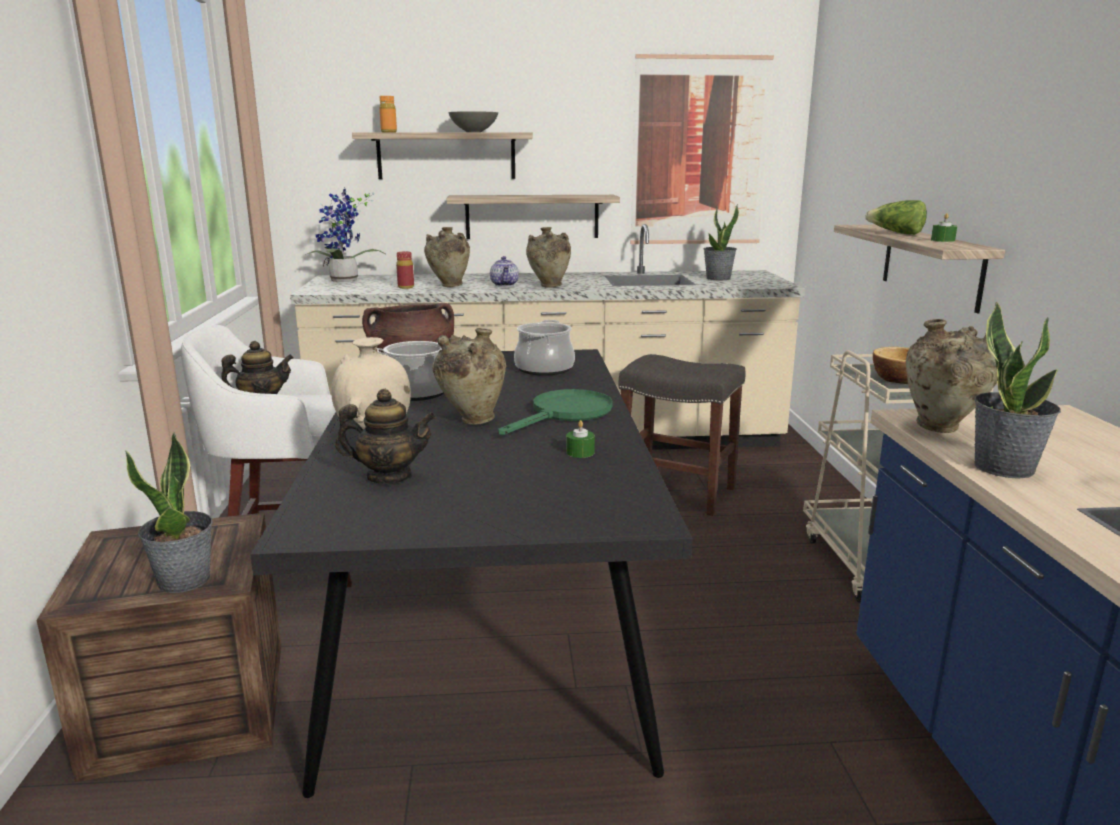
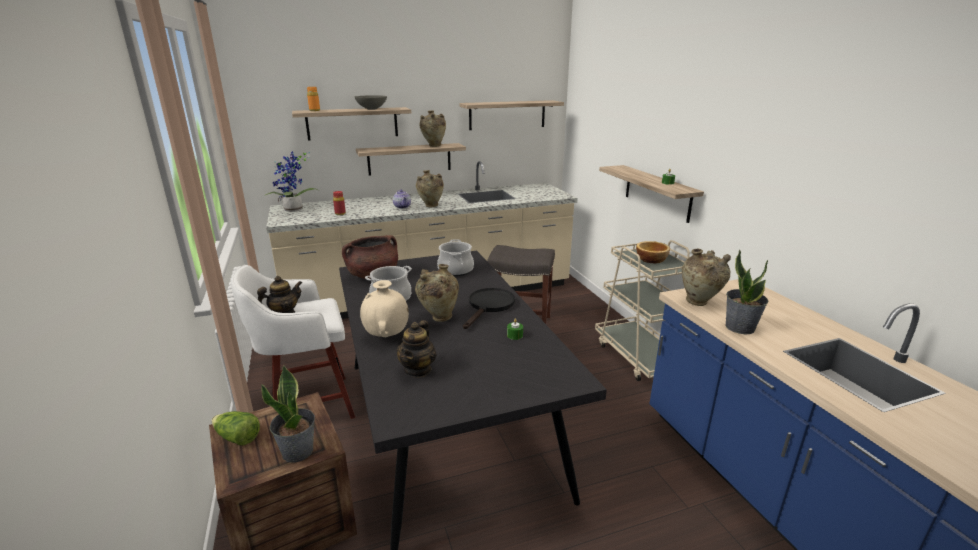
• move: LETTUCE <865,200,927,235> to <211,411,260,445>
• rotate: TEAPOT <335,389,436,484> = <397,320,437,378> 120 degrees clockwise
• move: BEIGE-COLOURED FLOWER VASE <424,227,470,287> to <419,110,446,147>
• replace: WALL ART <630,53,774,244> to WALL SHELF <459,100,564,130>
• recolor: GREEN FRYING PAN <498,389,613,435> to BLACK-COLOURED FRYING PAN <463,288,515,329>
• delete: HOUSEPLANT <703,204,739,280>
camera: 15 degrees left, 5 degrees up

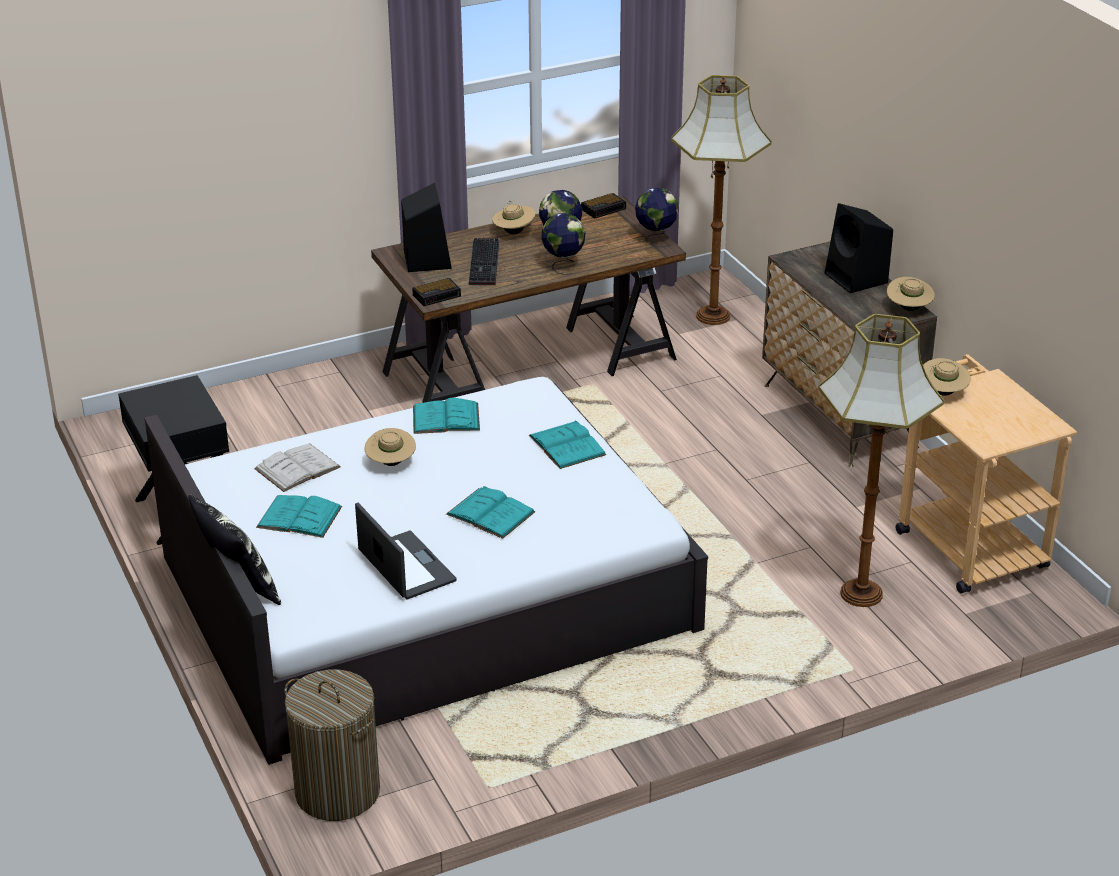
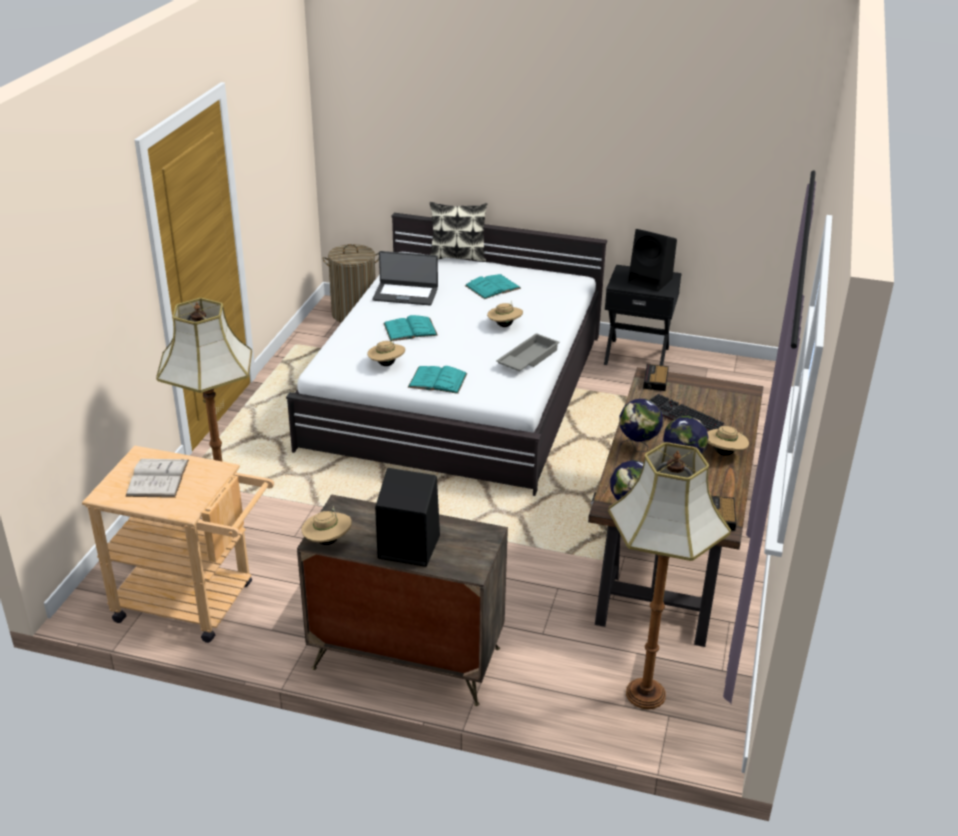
• move: WHITE VOLUME <254,444,341,492> to <125,459,189,498>
• move: BEIGE-COLOURED CLOTHING HAT <923,358,971,396> to <367,338,405,366>
• replace: TURQUOISE VOLUME <413,398,480,434> to GREYISH SERVING TRAY <496,333,560,372>
• move: BLACK-COLOURED AUDIO SPEAKER <401,183,452,272> to <628,229,677,291>
camera: 130 degrees right, 0 degrees up

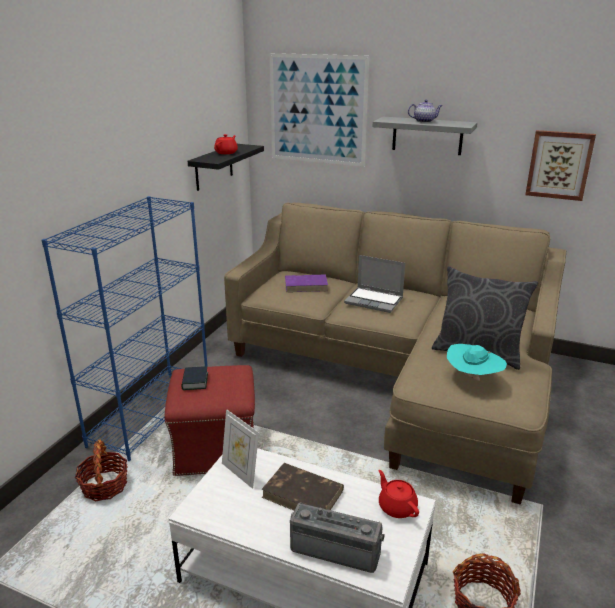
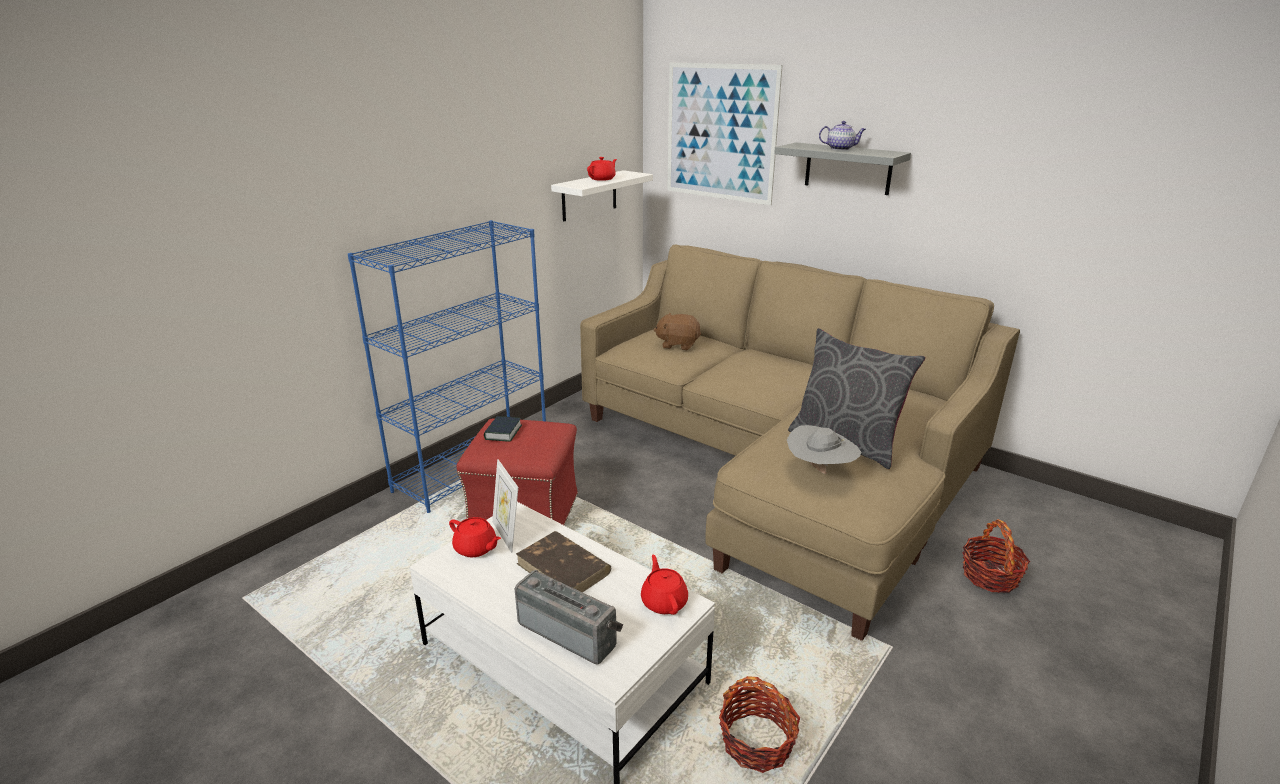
• insert: REDDISH TEAPOT <449,517,501,557>
• recolor: BLACK-COLOURED WALL SHELF <188,144,264,191> to WHITE WALL SHELF <551,170,653,221>
• replace: PURPLISH VOLUME <285,275,328,292> to BROWN-COLOURED CUDDLY TOY <654,313,701,350>
• recolor: TURQUOISE CLOTHING HAT <447,344,507,381> to GREYISH CLOTHING HAT <787,425,862,474>
• move: STORAGE BASKET <75,439,128,501> to <963,519,1030,593>
• delete: LAPTOP <344,255,405,313>
• delete: WALL ART <525,130,596,201>
camera: 15 degrees right, 0 degrees up

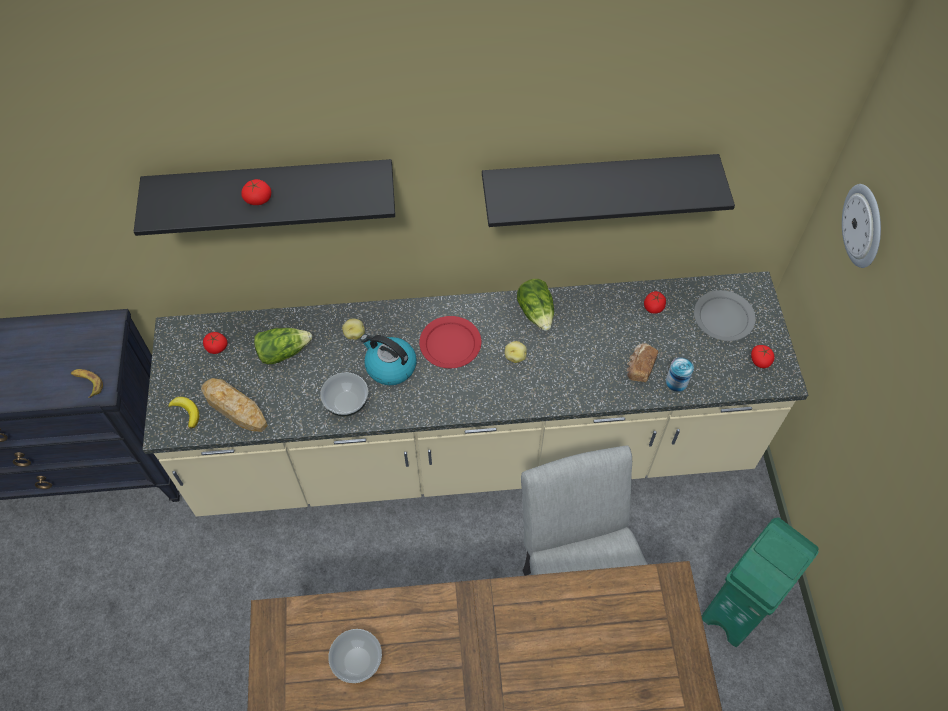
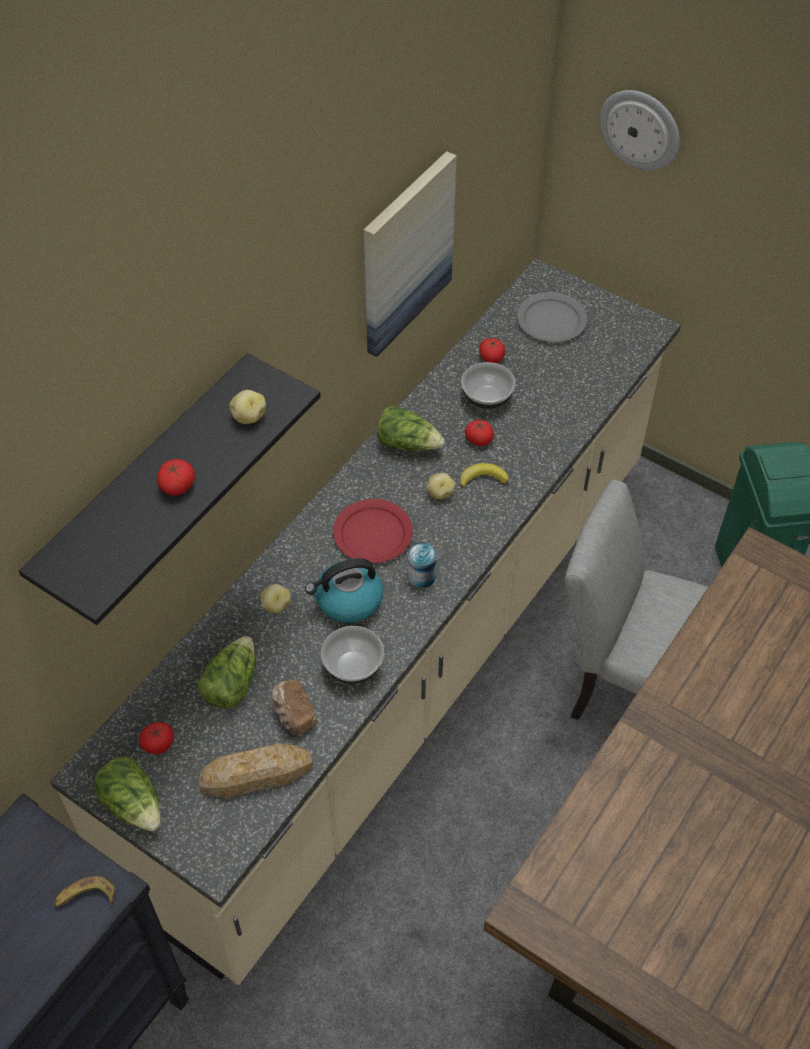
• insert: LETTUCE <94,756,161,831>
• insert: WHOLE POTATO <229,390,266,424>
• move: BREAD <626,343,658,382> to <271,679,317,735>
• replace: BLACK-COLOURED WALL SHELF <482,154,735,227> to WALL ART <364,151,457,357>
• move: METAL CAN <666,357,694,392> to <408,542,437,588>
• move: BANANA <168,397,199,429> to <460,463,509,488>
• move: DEEP DISH <328,629,382,683> to <461,362,516,409>
• move: TOMATO <751,345,775,368> to <465,420,494,446>
camera: 50 degrees left, 5 degrees down

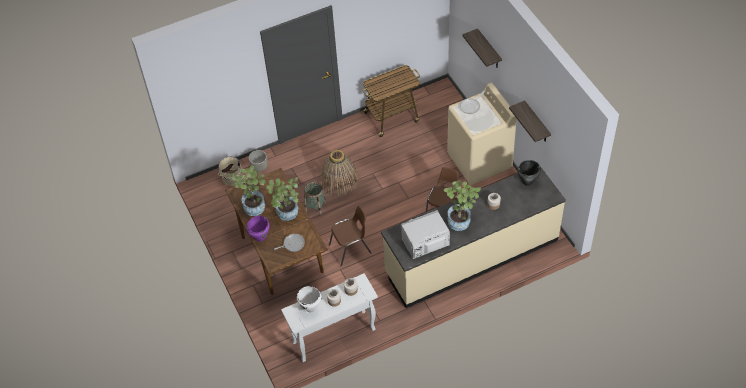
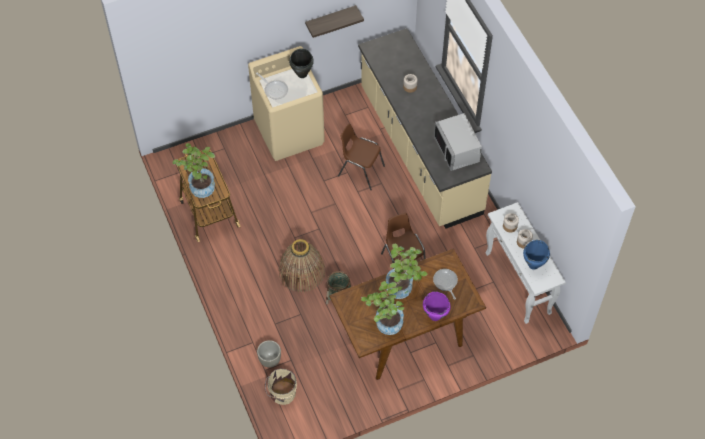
• move: HOUSEPLANT <444,180,481,231> to <173,143,215,198>
• move: BLACK-COLOURED SAUCEPOT <517,160,541,186> to <289,48,314,78>
• recolor: WHITE SAUCEPOT <297,286,321,313> to BLUE-COLOURED SAUCEPOT <523,240,550,270>
• delete: WALL SHELF <463,28,502,67>
camera: 90 degrees left, 5 degrees up

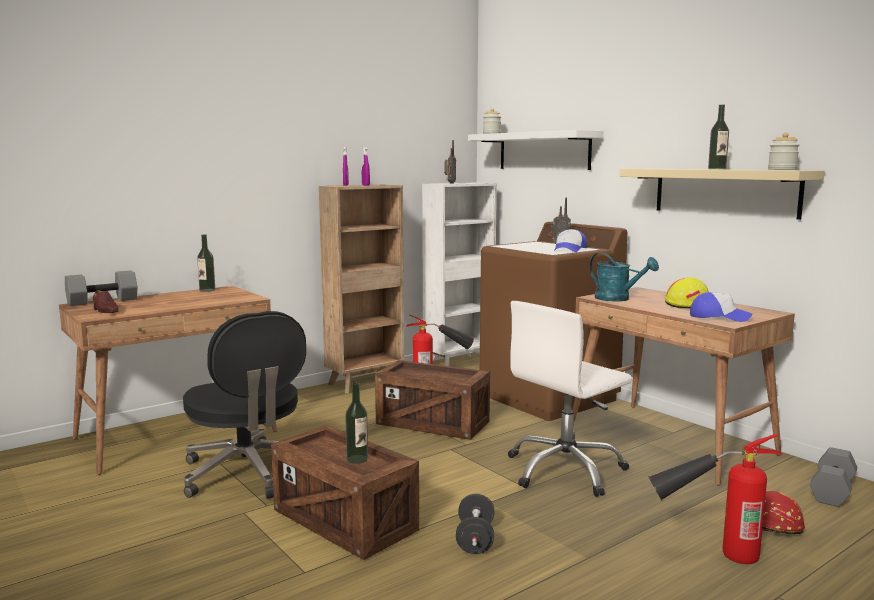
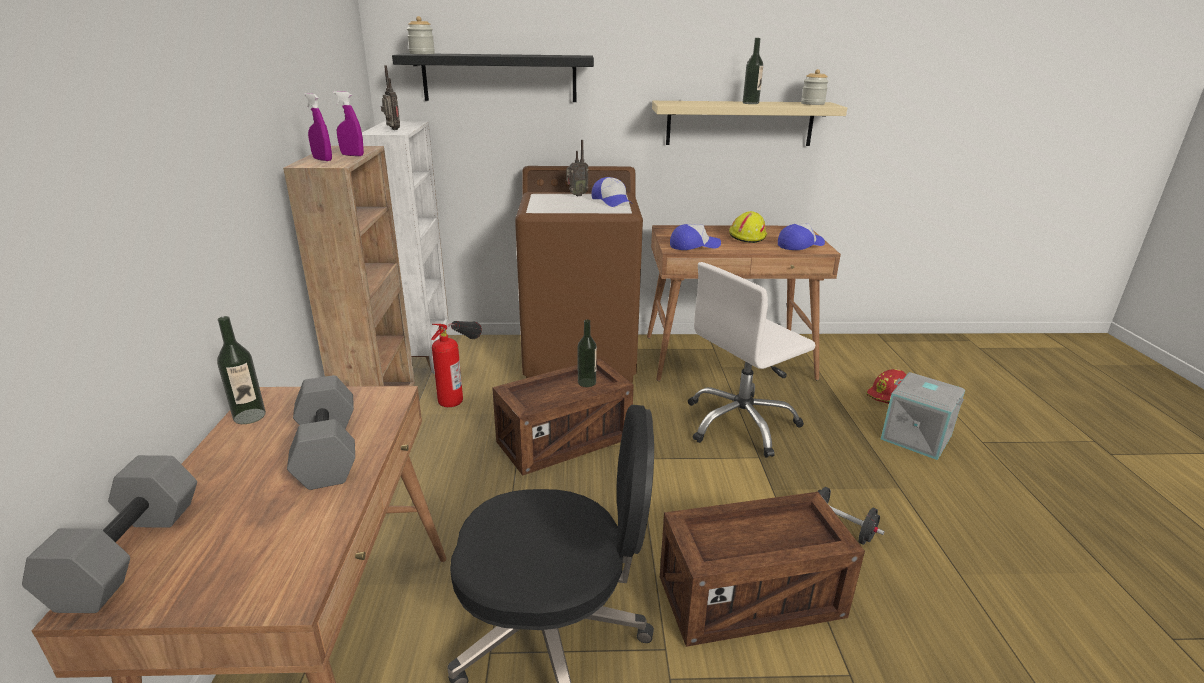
• move: GREYISH HAND WEIGHT <810,447,857,507> to <287,375,355,490>
• recolor: WHITE WALL SHELF <468,130,603,170> to BLACK-COLOURED WALL SHELF <392,53,594,102>
• move: DRINK BOTTLE <345,382,368,464> to <578,319,597,387>
• replace: TURQUOISE WATERING POT <589,253,659,301> to BASEBALL CAP <670,224,721,250>
• rotate: WHITE COMPUTER CHAIR <508,301,632,497> = <688,262,816,458> 60 degrees clockwise
• replace: EXTINGUISHER <648,434,782,564> to GREYISH STORAGE CONTAINER <881,372,965,460>
• delete: BROWN-COLOURED LOW SHOE <93,290,118,313>
camera: 55 degrees left, 15 degrees up

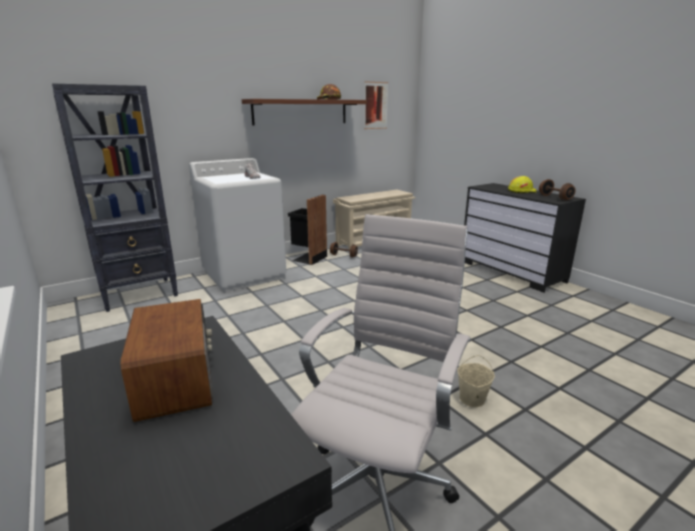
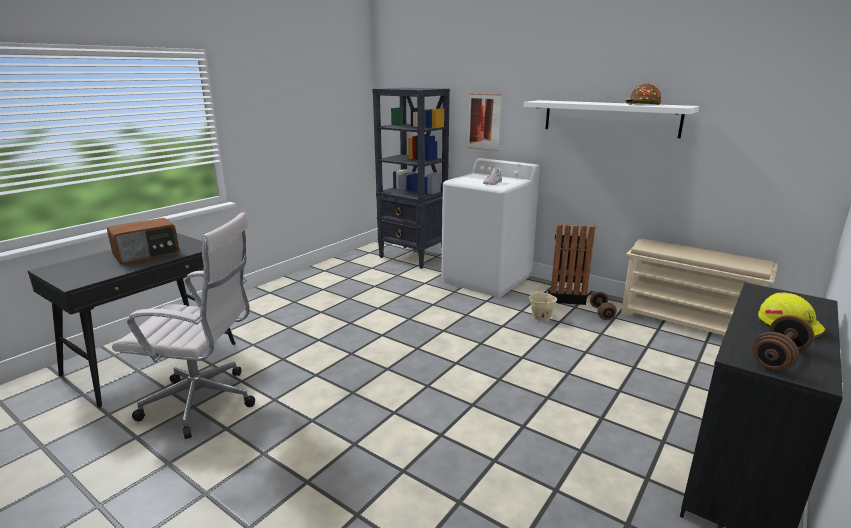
• move: WALL ART <364,81,388,129> to <468,93,501,151>
• recolor: BROWN-COLOURED WALL SHELF <242,99,367,125> to WHITE WALL SHELF <524,100,699,138>
• move: BEIGE-COLOURED BUCKET <457,355,495,407> to <529,284,557,321>
camera: 70 degrees right, 0 degrees up

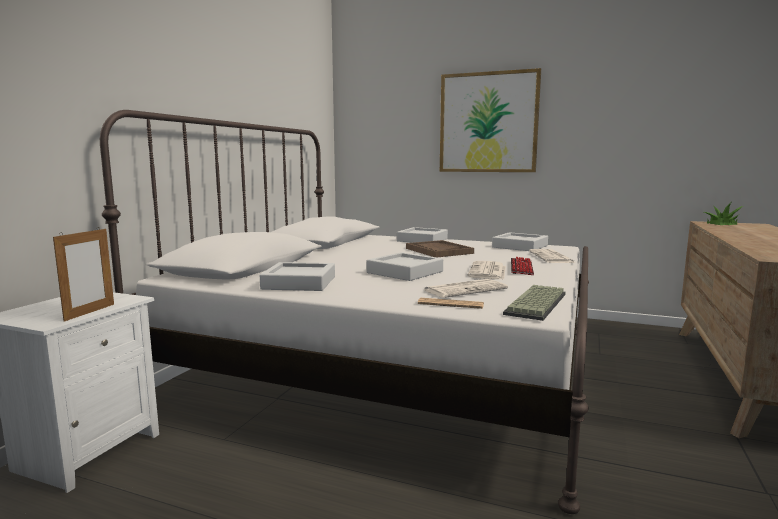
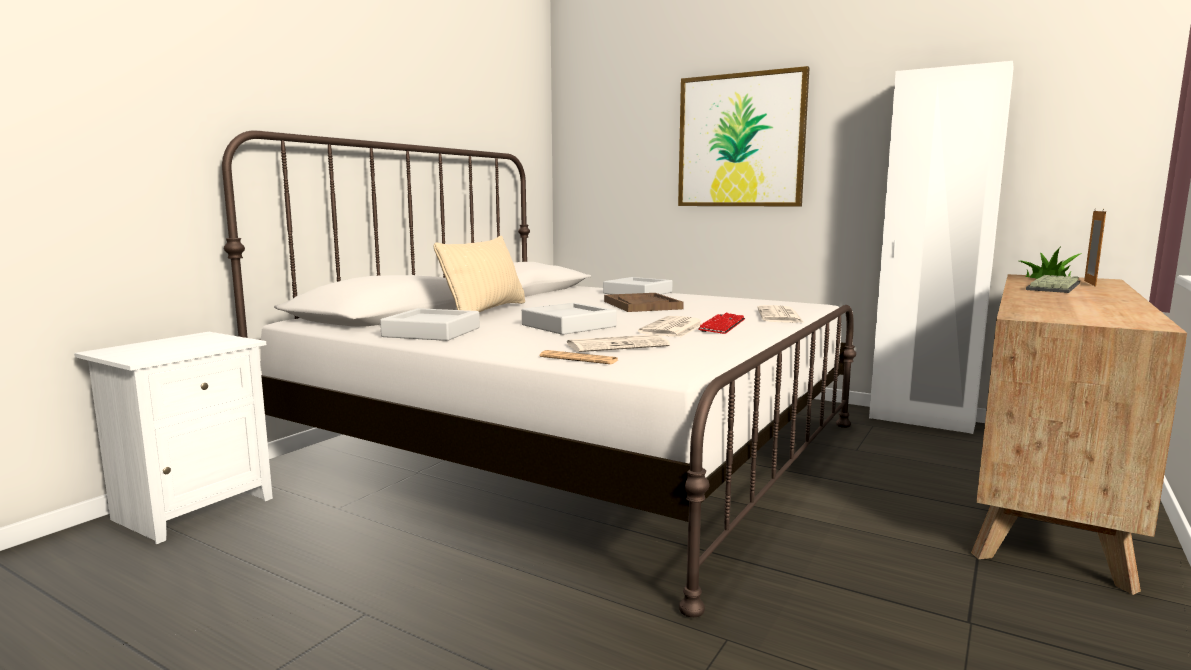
• insert: BEIGE-COLOURED CUSHION <434,236,525,312>
• insert: WHITE WARDROBE <869,61,1014,434>
• move: KEYBOARD <503,285,566,321> to <1026,275,1080,293>
• move: PHOTO FRAME <53,228,114,322> to <1084,209,1106,287>
• delete: GREYISH SERVING TRAY <492,232,548,251>
camera: 10 degrees right, 0 degrees up

